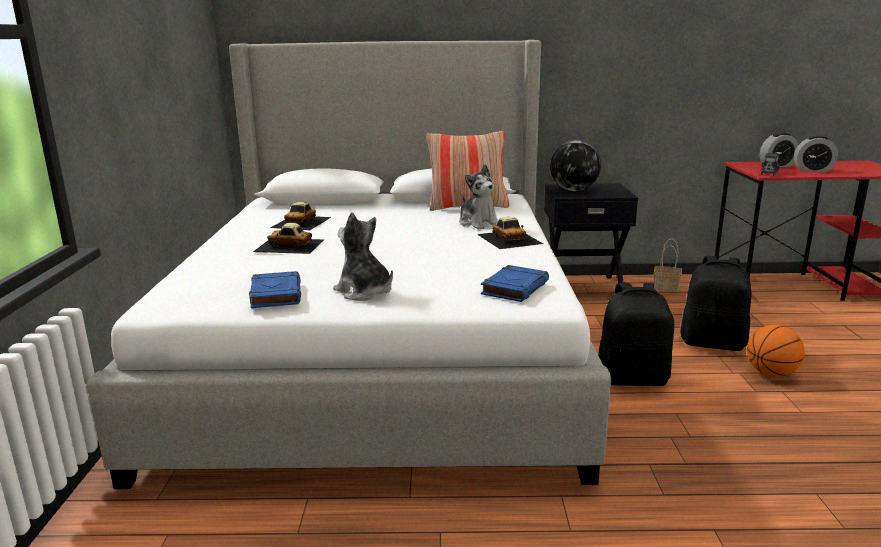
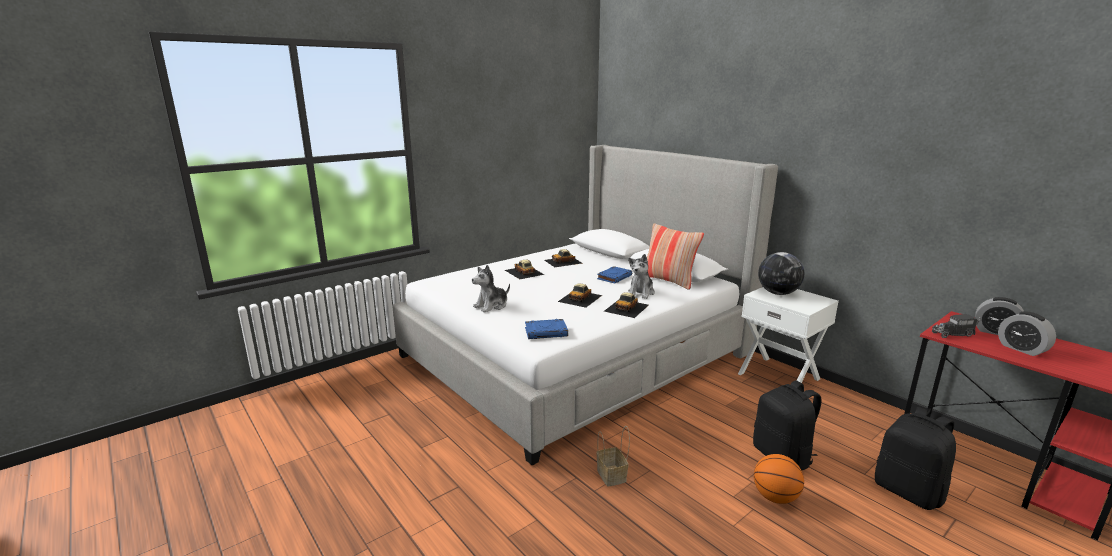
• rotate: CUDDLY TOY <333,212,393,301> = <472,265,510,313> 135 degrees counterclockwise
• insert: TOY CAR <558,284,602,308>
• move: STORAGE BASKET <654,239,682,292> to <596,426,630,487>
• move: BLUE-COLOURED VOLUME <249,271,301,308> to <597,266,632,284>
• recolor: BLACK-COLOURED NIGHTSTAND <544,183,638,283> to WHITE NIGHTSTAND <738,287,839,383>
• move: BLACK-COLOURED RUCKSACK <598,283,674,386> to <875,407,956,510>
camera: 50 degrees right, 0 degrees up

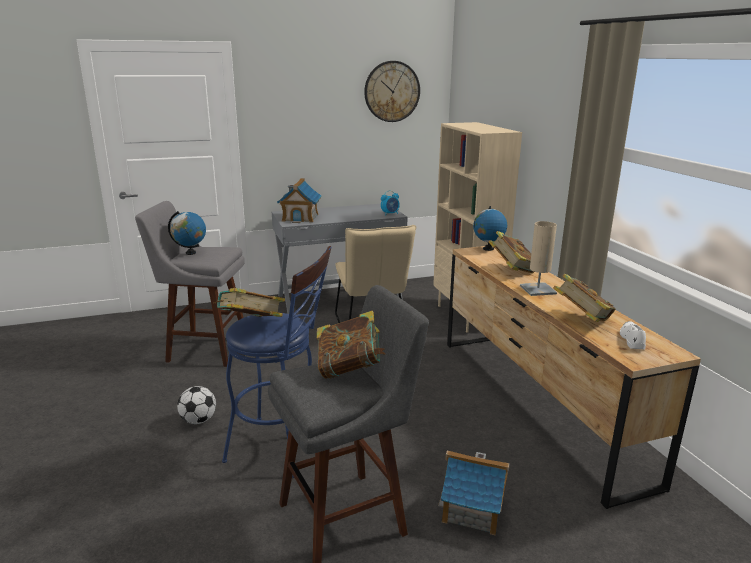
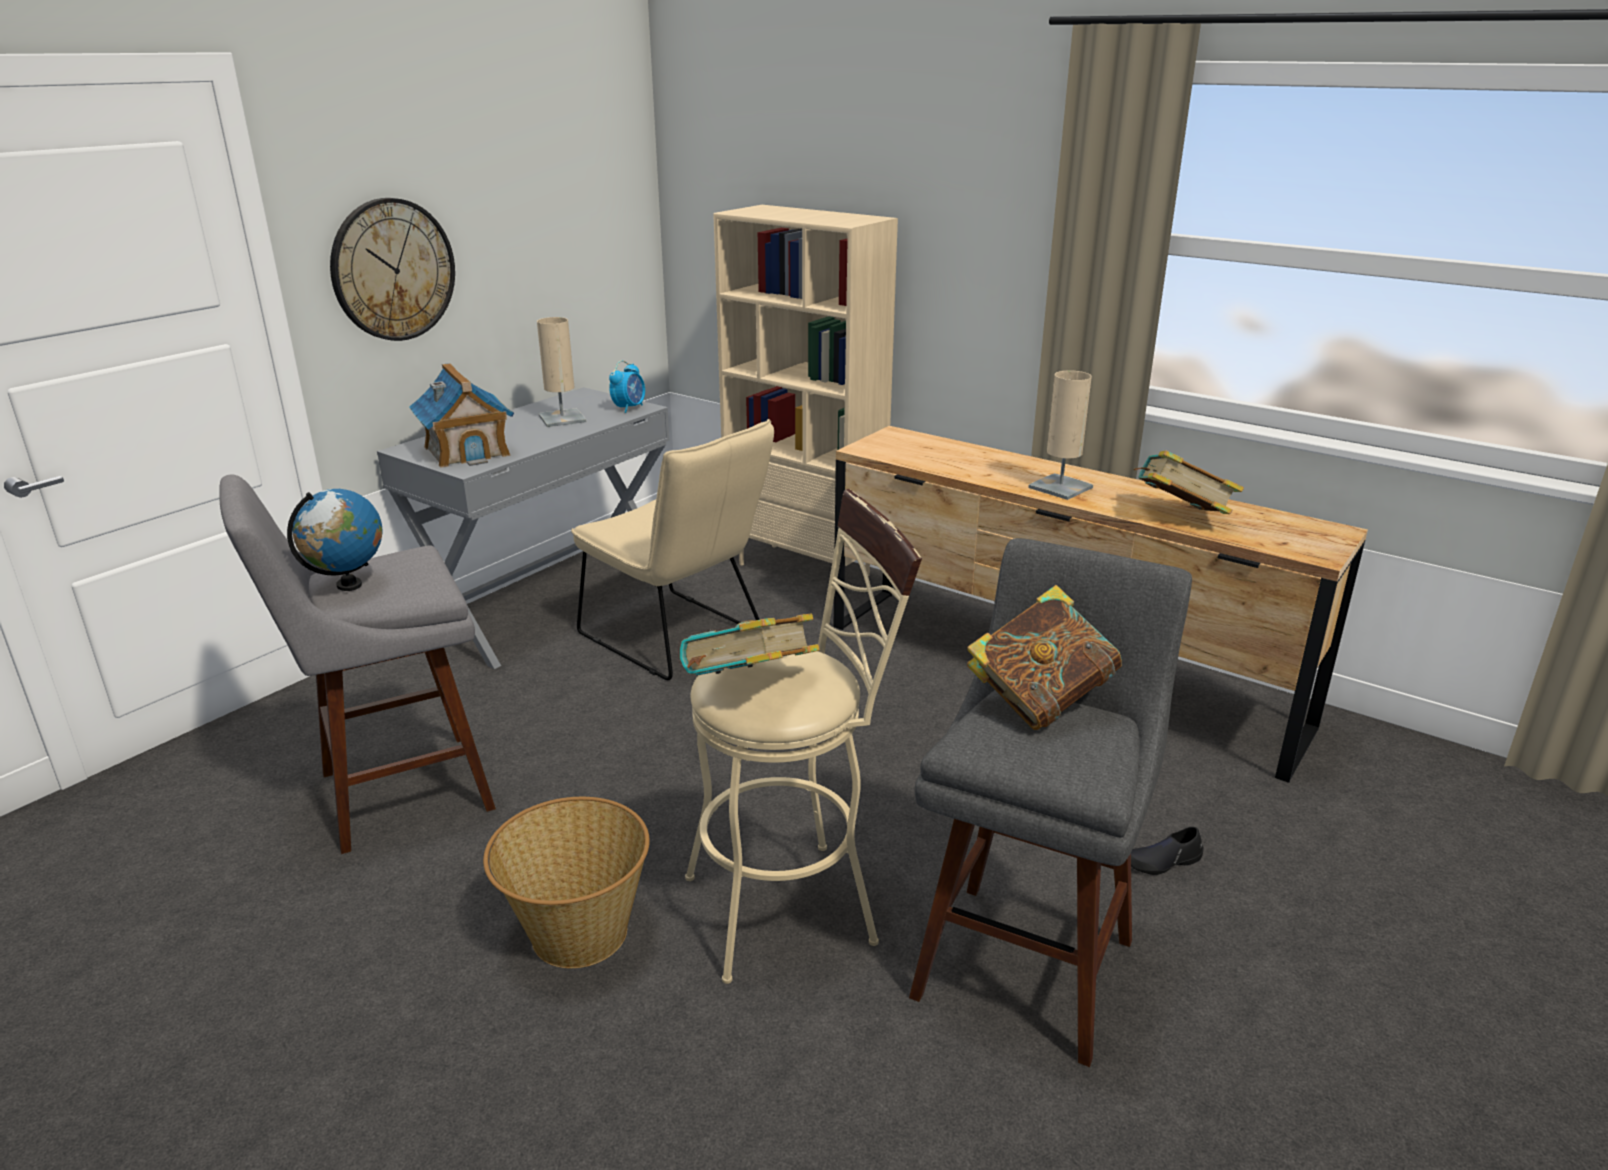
• move: WALL CLOCK <364,61,420,122> to <330,198,455,341>
• replace: FOOTBALL <177,386,216,424> to STORAGE BASKET <483,797,650,968>
• insert: BEIGE-COLOURED TABLETOP LAMP <537,317,586,427>
• recolor: BLUE-COLOURED SITTING STOOL <222,246,332,478> to BEIGE-COLOURED SITTING STOOL <685,489,922,984>
• replace: MODEL HOUSE <438,450,510,535> to BLACK-COLOURED LOW SHOE <1131,827,1204,875>
• delete: GLOBE <473,206,507,251>
• delete: VOLUME <489,231,534,273>
• delete: WHITE LOW SHOE <620,321,646,350>
camera: 35 degrees left, 5 degrees up

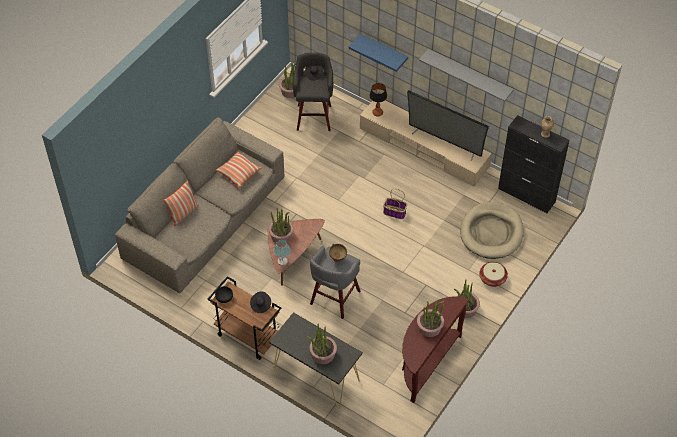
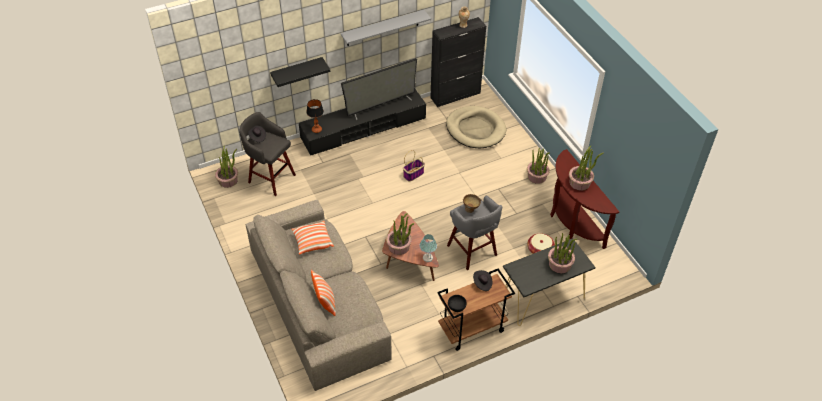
• recolor: BLUE-COLOURED WALL SHELF <349,34,408,72> to BLACK-COLOURED WALL SHELF <270,57,330,87>
• recolor: BEIGE-COLOURED MEDIA CONSOLE <360,101,492,187> to BLACK-COLOURED MEDIA CONSOLE <299,89,426,156>
• move: STORAGE BASKET <479,262,508,287> to <527,233,555,254>
camera: 60 degrees left, 5 degrees down

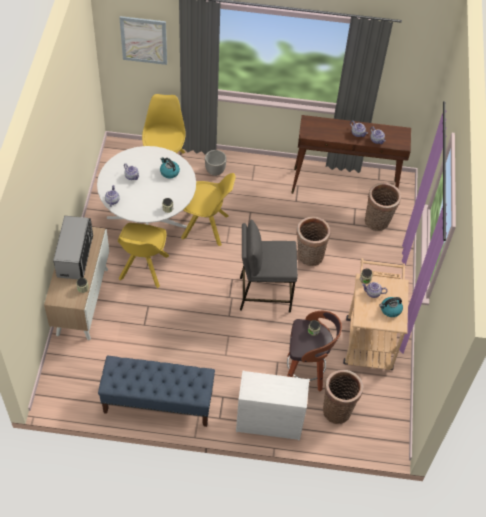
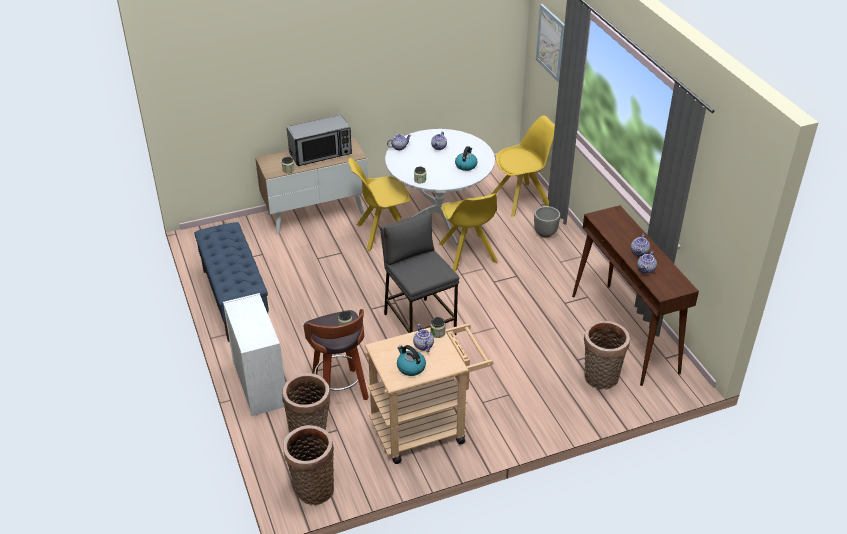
• move: STORAGE BASKET <296,216,331,266> to <283,425,334,505>
camera: 65 degrees right, 15 degrees down

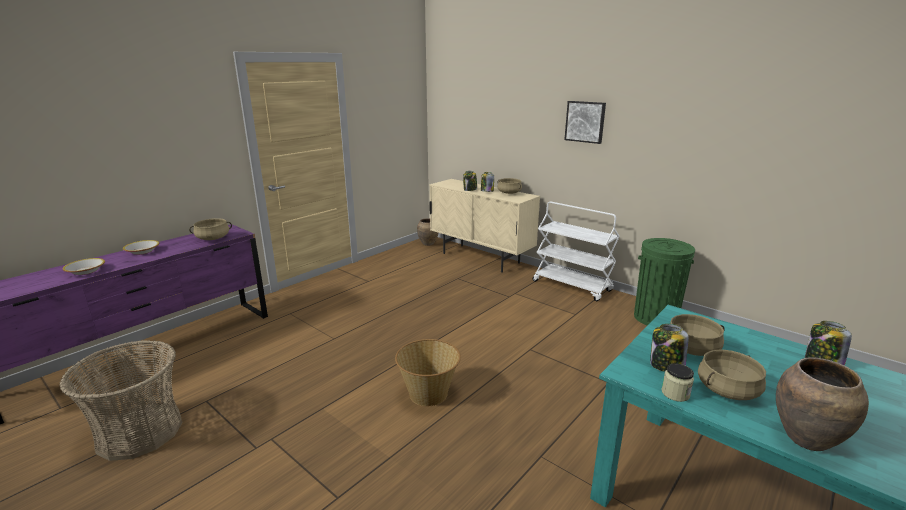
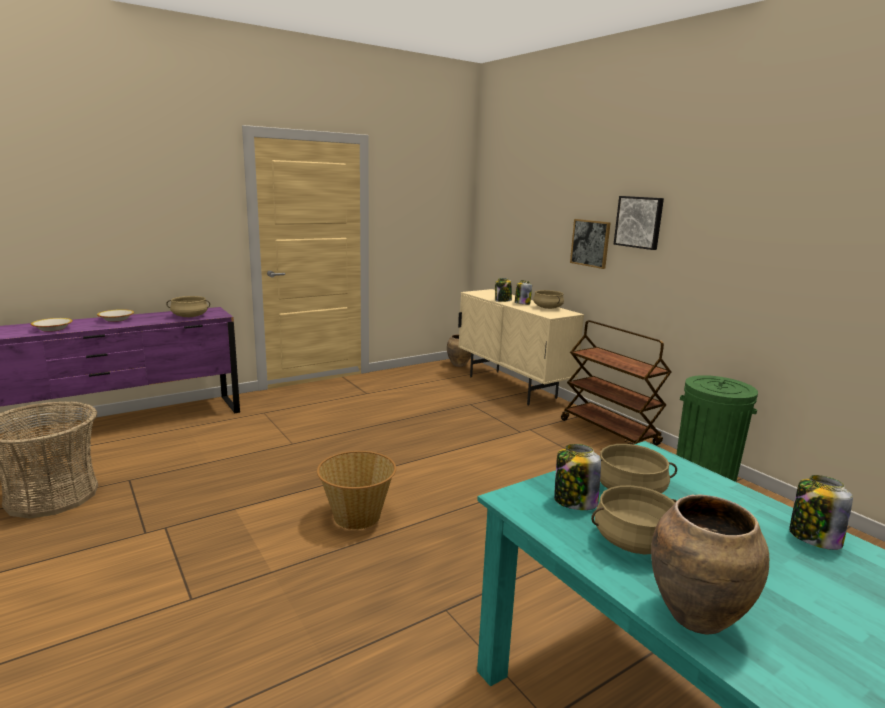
• recolor: WHITE TROLLEY <532,202,620,301> to BROWN-COLOURED TROLLEY <561,320,671,445>
• insert: WALL ART <570,219,611,269>
• delete: JAR <661,363,694,402>
camera: 15 degrees right, 5 degrees down

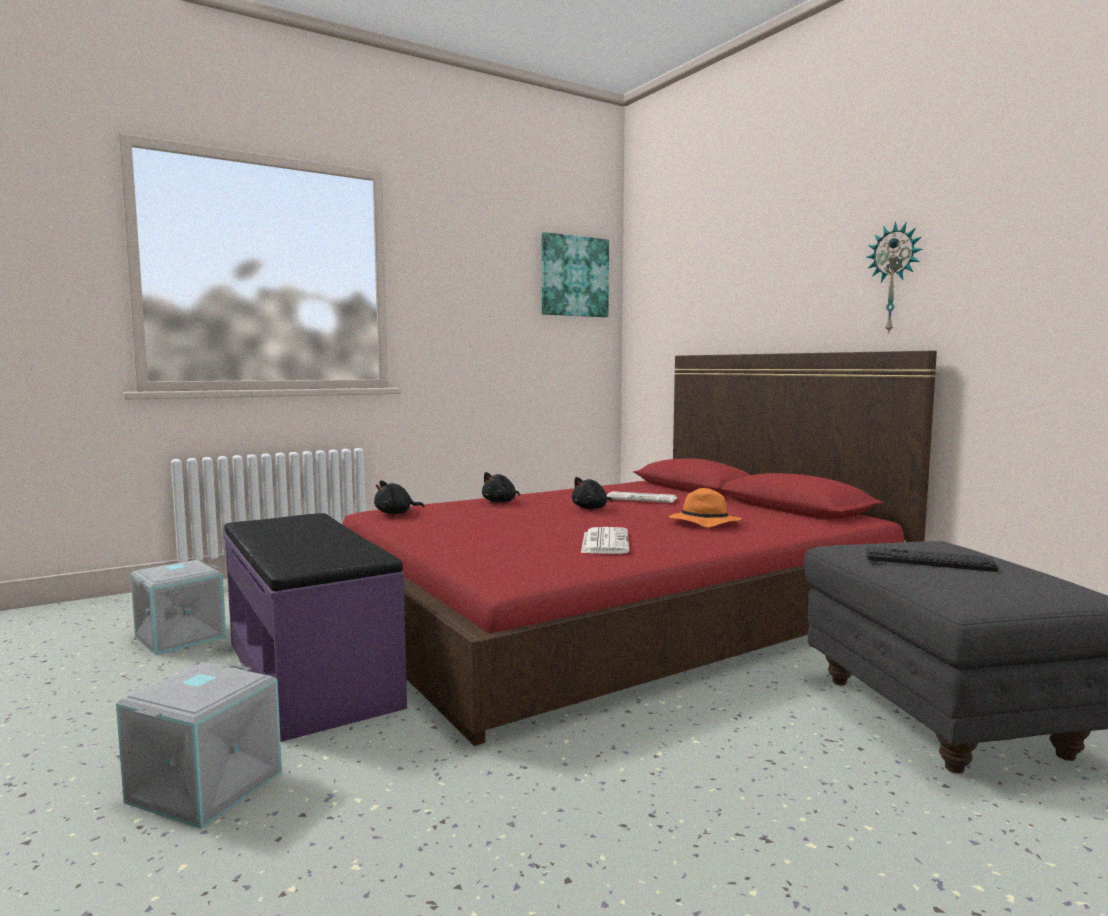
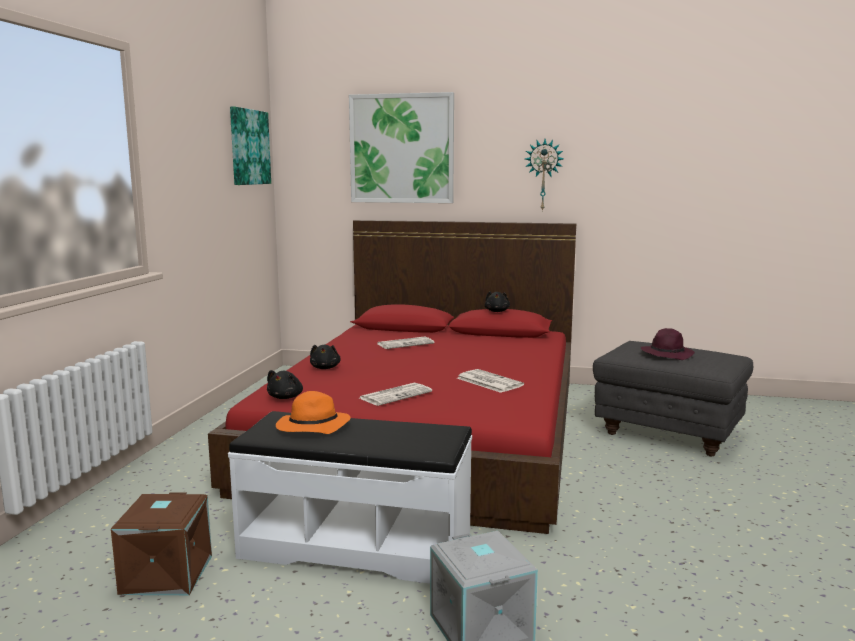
• recolor: GREYISH STORAGE CONTAINER <130,560,226,655> to BROWN-COLOURED STORAGE CONTAINER <111,492,212,595>
• recolor: PURPLISH INDOOR BENCH <224,513,407,742> to WHITE INDOOR BENCH <228,411,472,584>
• move: ORANGE CLOTHING HAT <669,488,742,527> to <276,391,351,434>
• insert: WALL ART <349,92,454,203>
• insert: DAILY PAPER <360,383,432,406>
• move: BLACK-COLOURED CUDDLY TOY <572,477,613,509> to <485,291,510,312>
• replace: KEYBOARD <867,546,998,572> to PURPLISH CLOTHING HAT <641,328,695,360>
camera: 45 degrees left, 5 degrees up

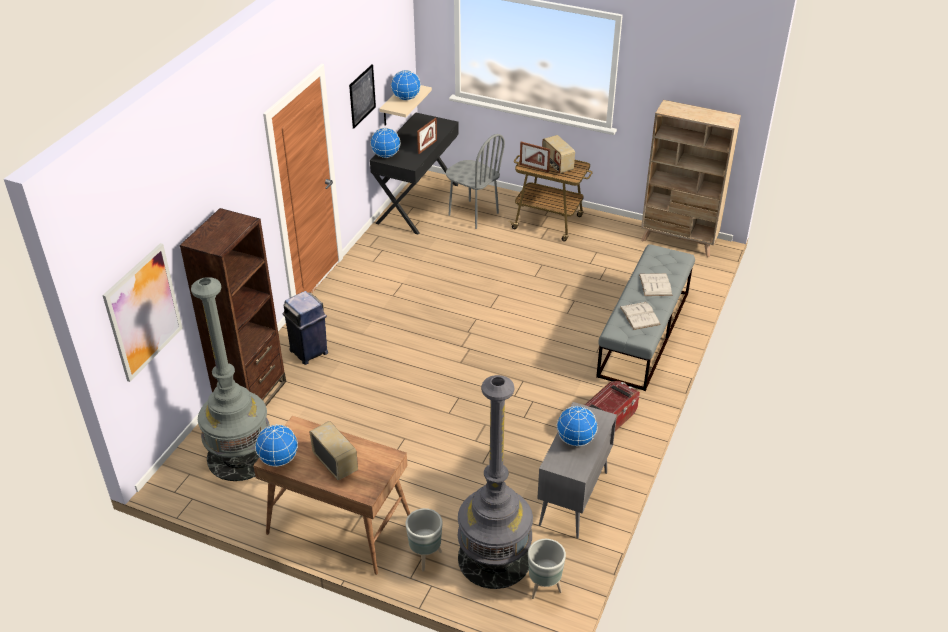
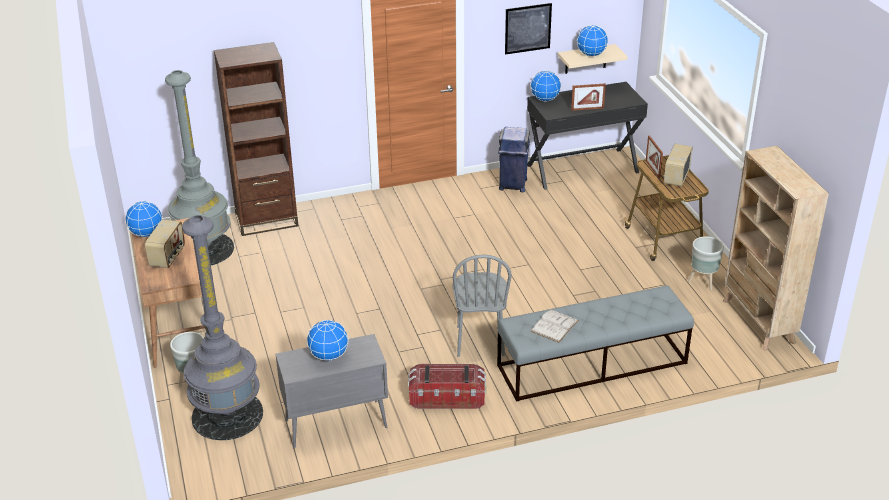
• move: GREYISH PLAIN CHAIR <446,134,505,229> to <452,254,512,357>
• move: BLUE-COLOURED WASTE BIN <282,291,328,365> to <498,127,530,192>
• move: GREYISH FLOWER POT <528,539,566,599> to <688,236,724,290>
• delete: WALL ART <102,243,183,382>
• delete: WHITE VOLUME <639,273,673,296>
camera: 50 degrees right, 5 degrees down

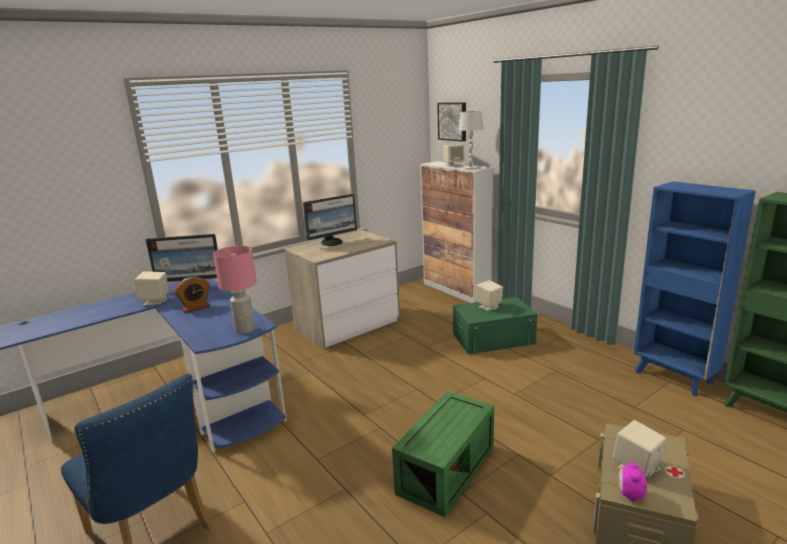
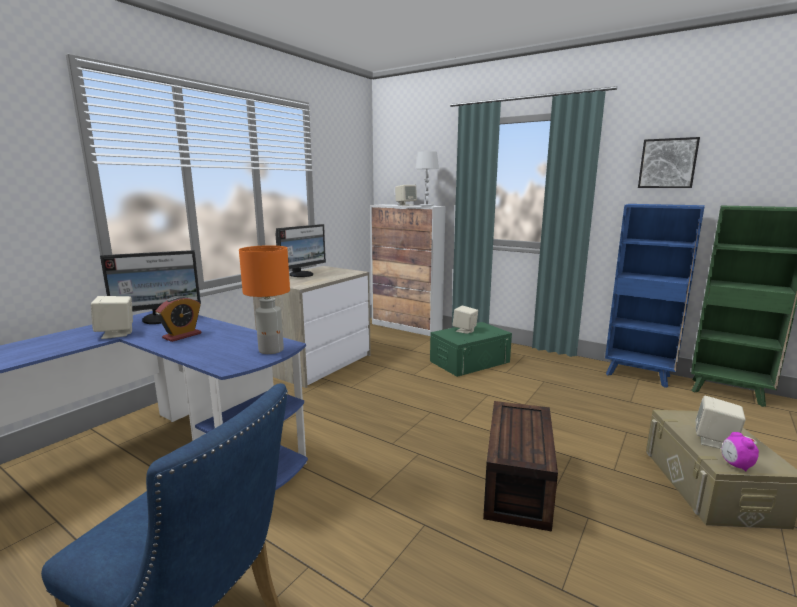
• recolor: PINKISH TABLETOP LAMP <213,246,257,334> to ORANGE TABLETOP LAMP <239,245,290,354>
• recolor: GREEN STORAGE CONTAINER <392,391,494,517> to BROWN-COLOURED STORAGE CONTAINER <483,401,558,532>
• move: WALL ART <437,103,466,142> to <638,137,700,188>
camera: 20 degrees left, 5 degrees down

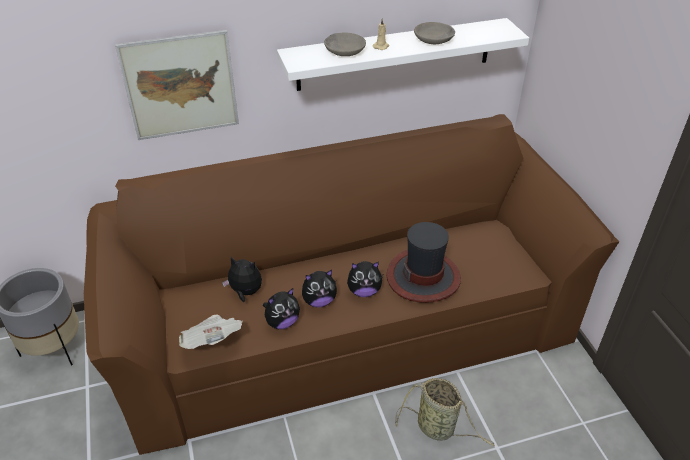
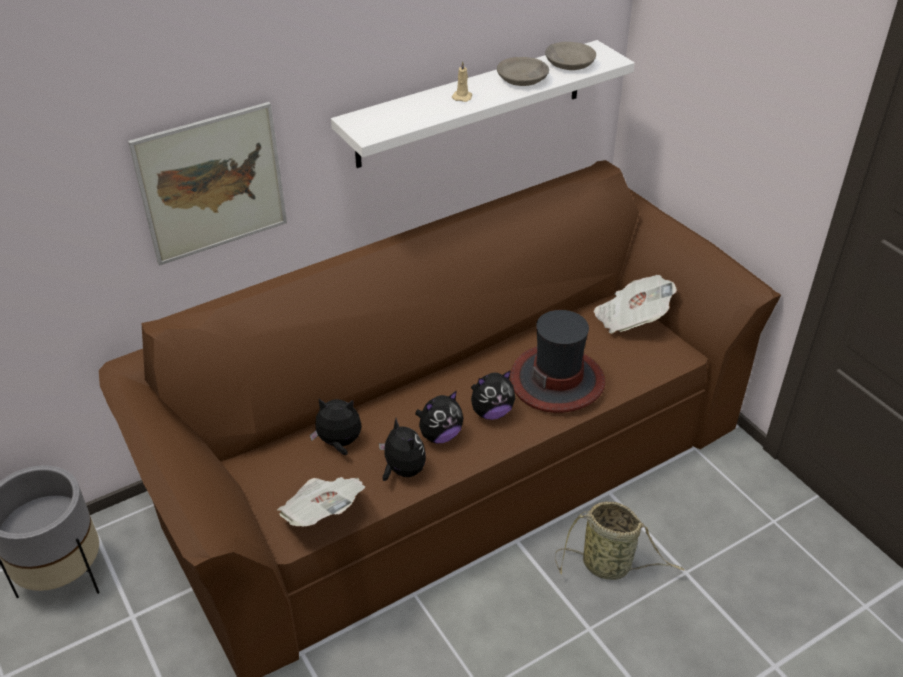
• rotate: CUDDLY TOY <263,288,300,329> = <379,418,426,481> 75 degrees counterclockwise
• move: GREYISH DEEP DISH <324,33,366,56> to <545,42,596,70>
• insert: DAILY PAPER <594,275,677,334>
camera: 15 degrees left, 0 degrees up

